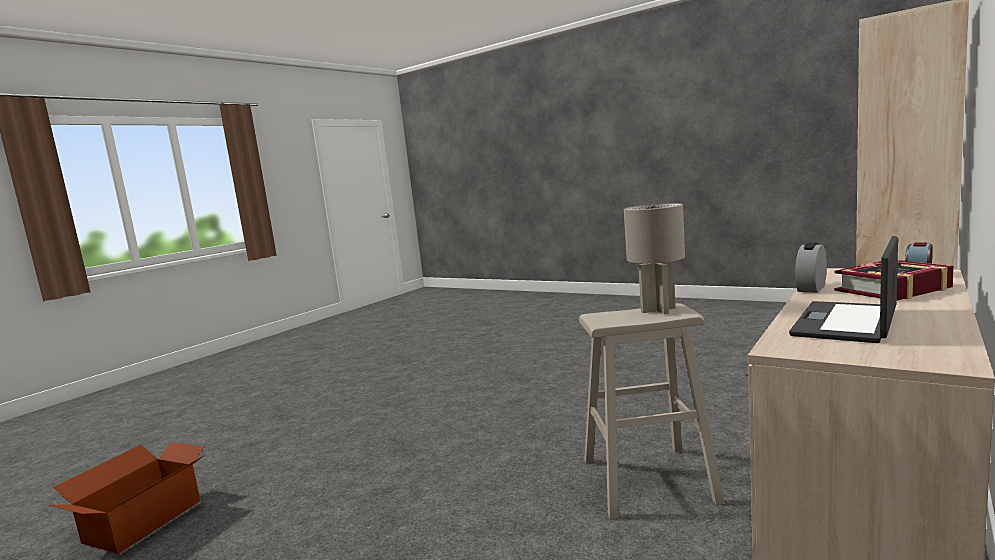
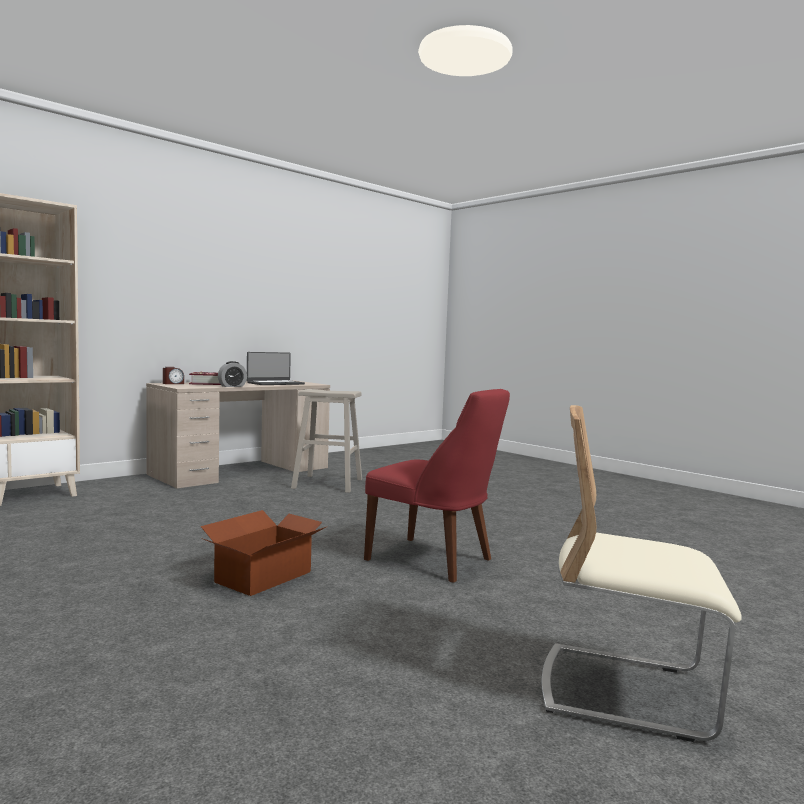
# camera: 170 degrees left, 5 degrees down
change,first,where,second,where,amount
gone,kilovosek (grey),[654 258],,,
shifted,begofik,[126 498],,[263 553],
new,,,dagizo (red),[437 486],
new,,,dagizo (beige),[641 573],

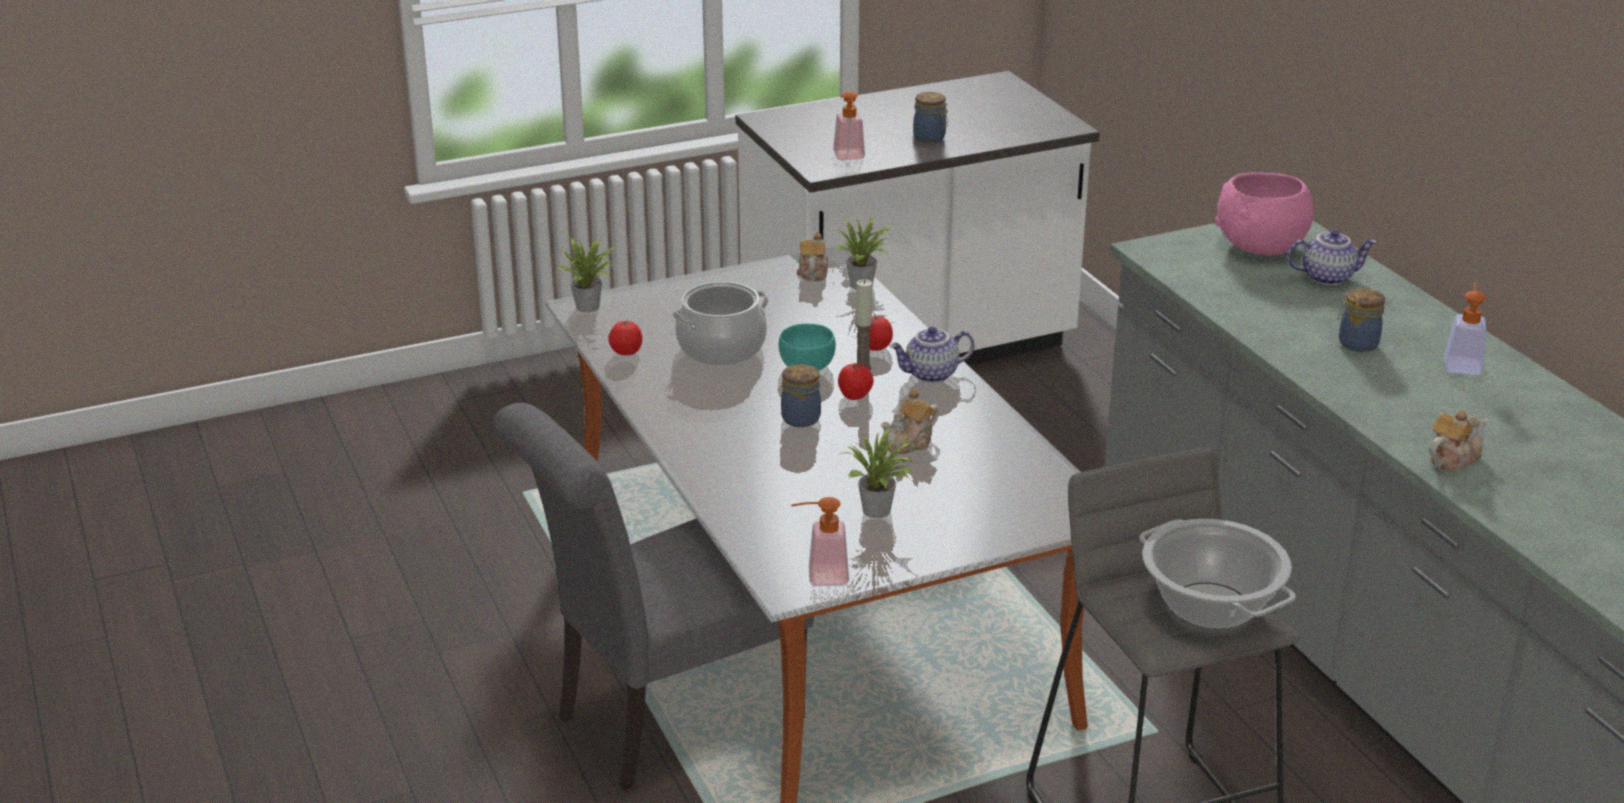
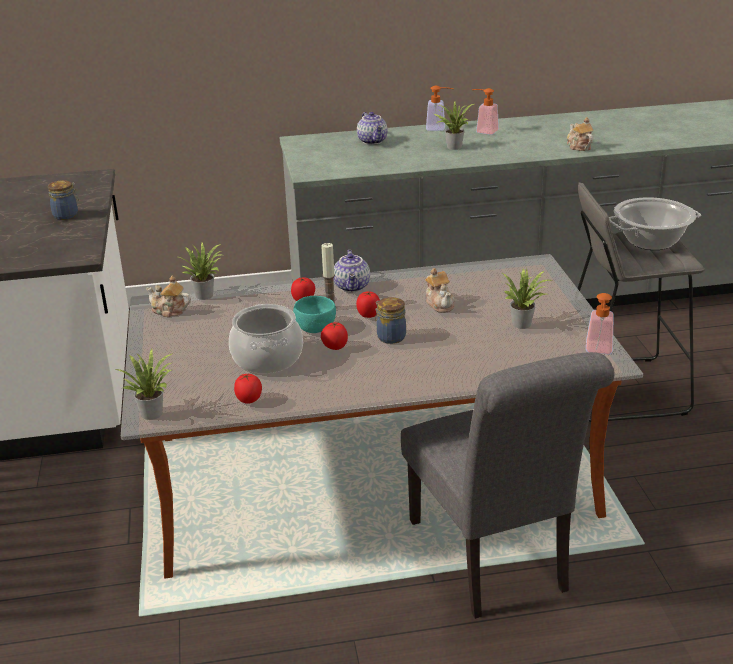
# camera: 75 degrees left, 0 degrees up
change,first,where,second,where,amount
shifted,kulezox,[849 125],,[440 108],
gone,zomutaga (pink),[1264 213],,,
rotated,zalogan,[1332 257],,[372 128],150 degrees clockwise
swapped,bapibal,[1361 320],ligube,[454 125],
new,,,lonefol,[334 336],

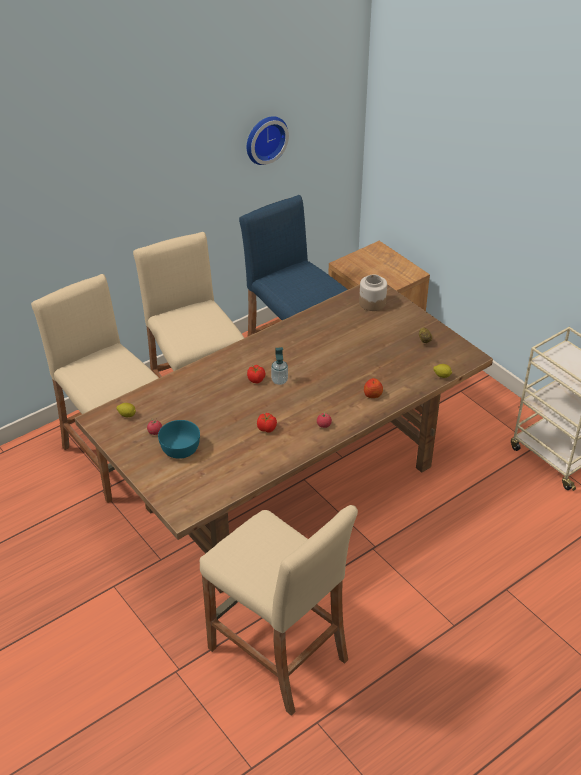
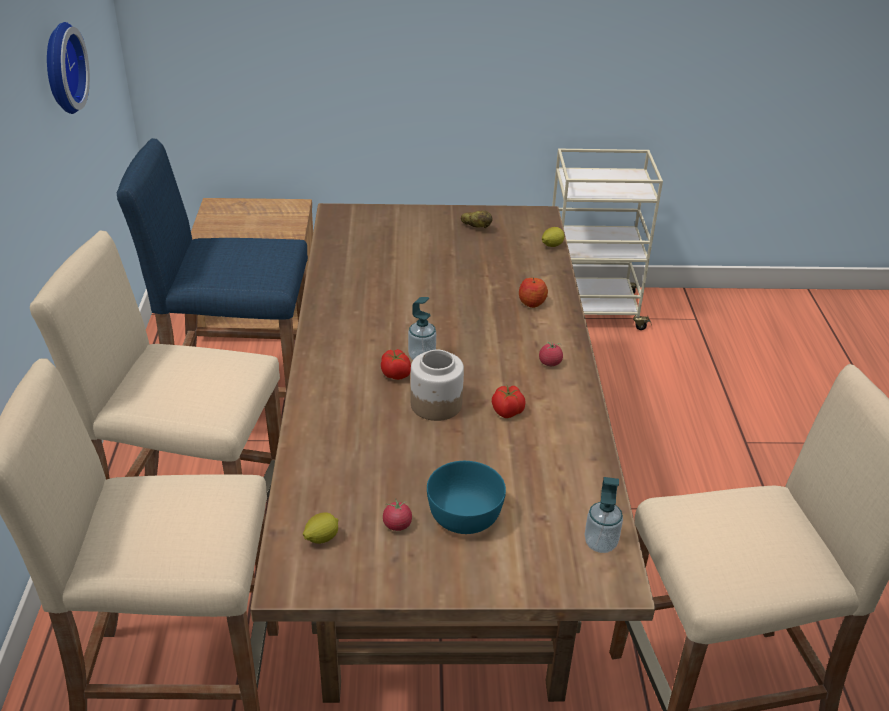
# camera: 55 degrees left, 5 degrees down
change,first,where,second,where,amount
shifted,bapibal,[373 292],,[437 385],
new,,,kulezox,[604 515],

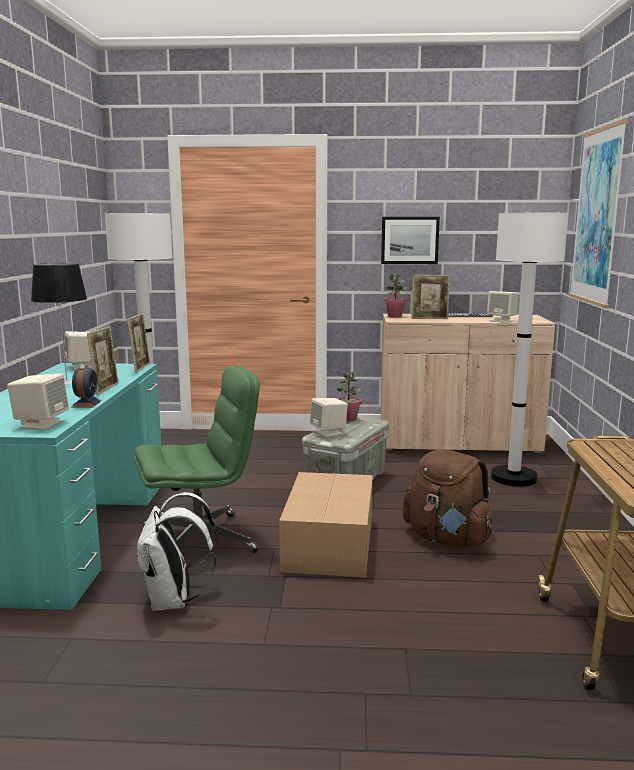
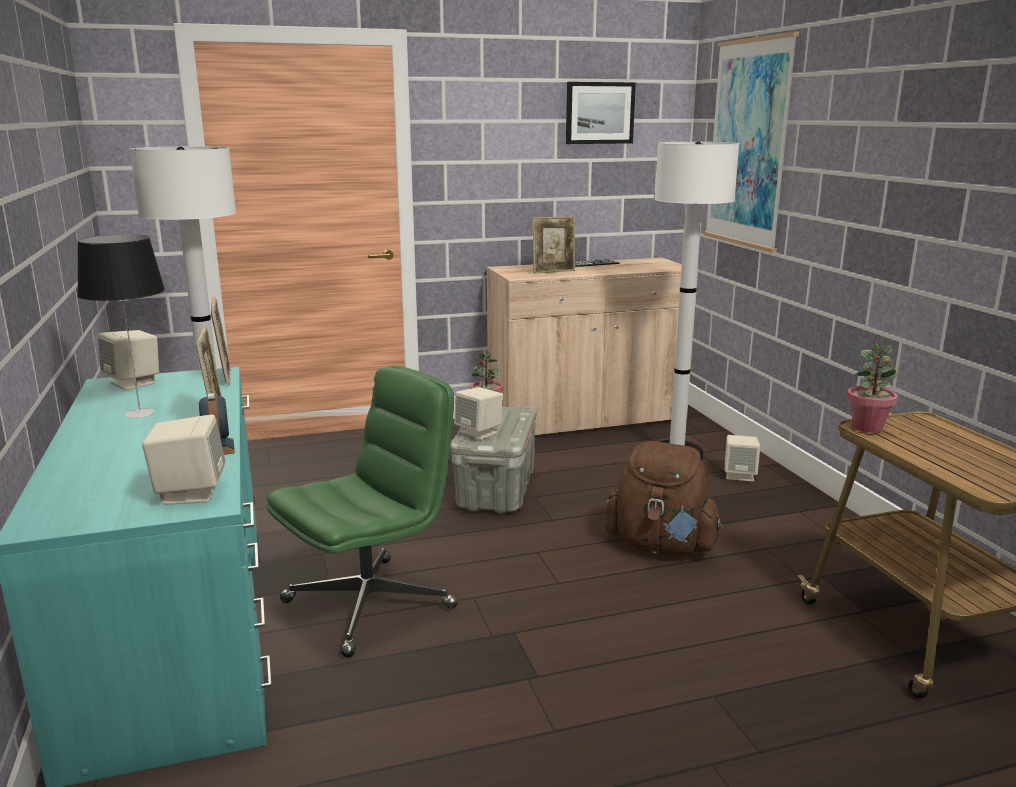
# camera: 20 degrees left, 5 degrees up
change,first,where,second,where,amount
shifted,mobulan,[410 240],,[601 113],
shifted,ligube,[395 295],,[872 388],
shifted,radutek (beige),[502 307],,[742 458],
gone,begofik,[326 524],,,
gone,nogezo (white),[177 551],,,

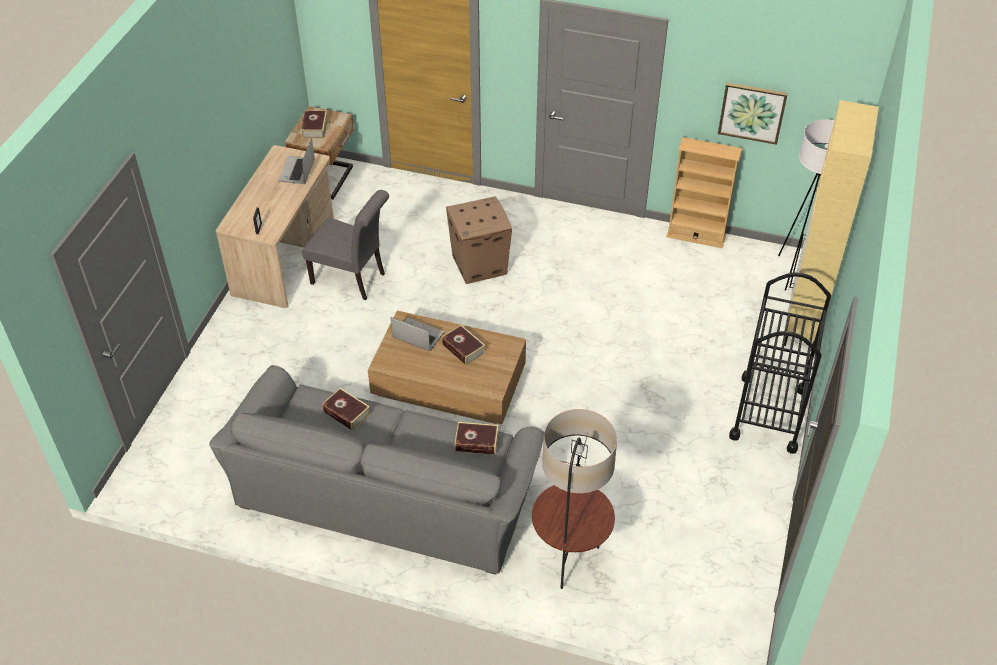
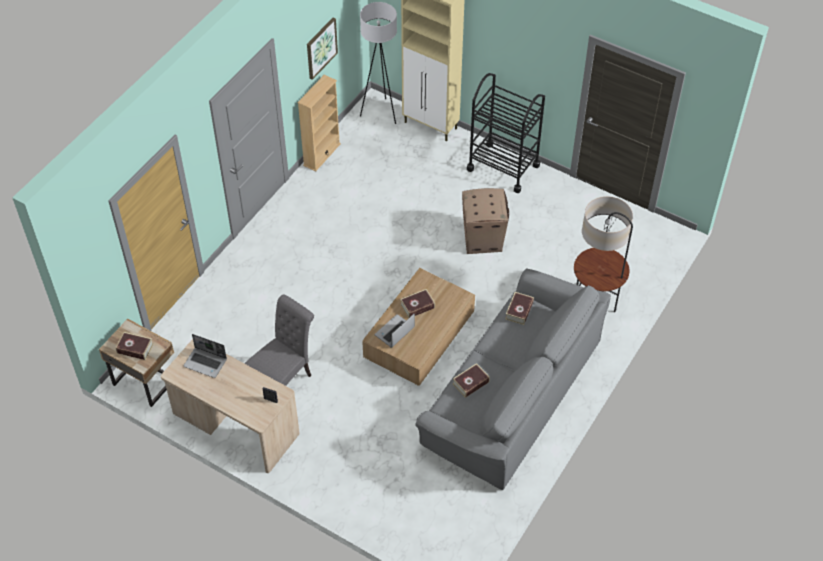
# camera: 75 degrees left, 5 degrees up
change,first,where,second,where,amount
shifted,begofik,[479 240],,[485 221],

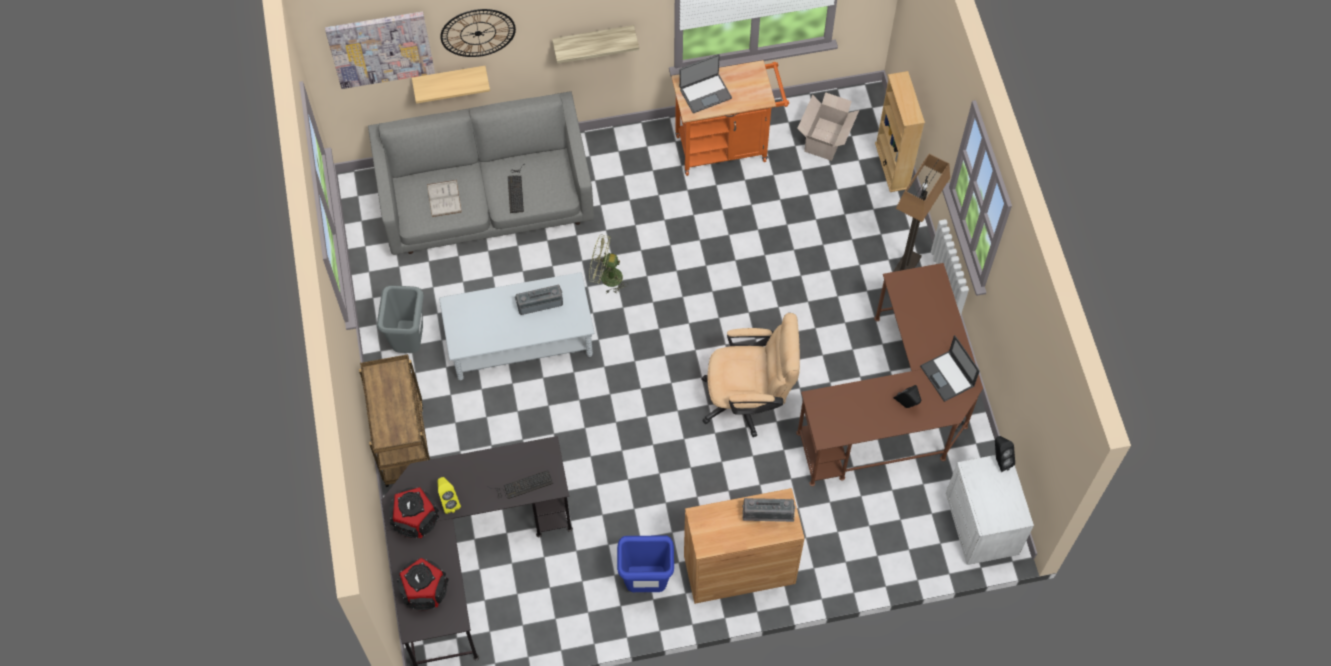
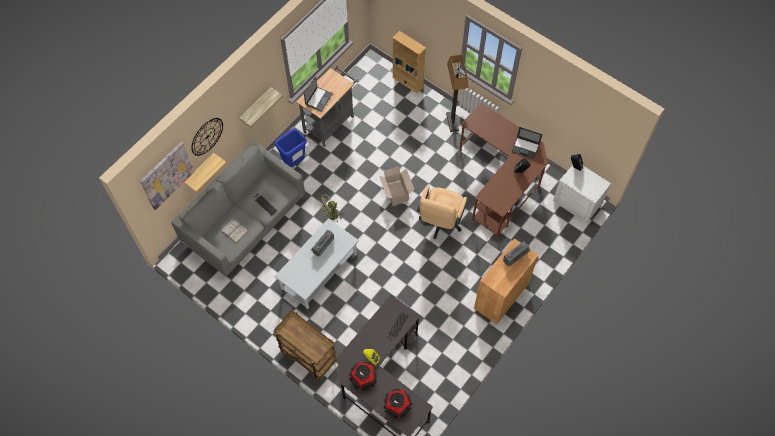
# camera: 40 degrees left, 0 degrees up
change,first,where,second,where,amount
repainted,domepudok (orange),[730 118],domepudok (grey),[327 106],
shifted,begofik,[828 126],,[396 186],
gone,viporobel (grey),[400 319],,,
rotated,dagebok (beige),[750 375],,[442 212],150 degrees clockwise
shifted,viporobel (blue),[645 563],,[291 148],

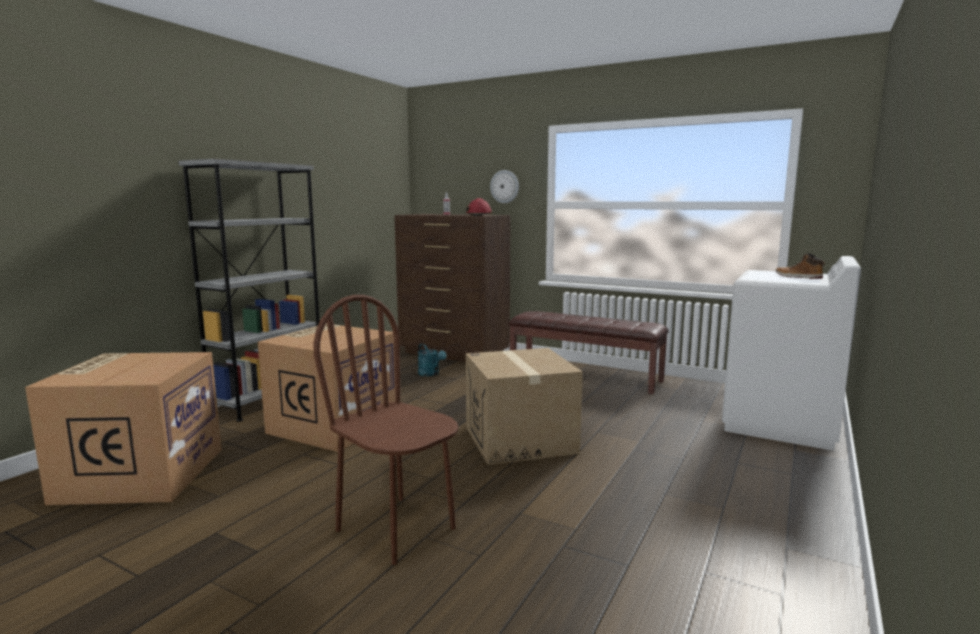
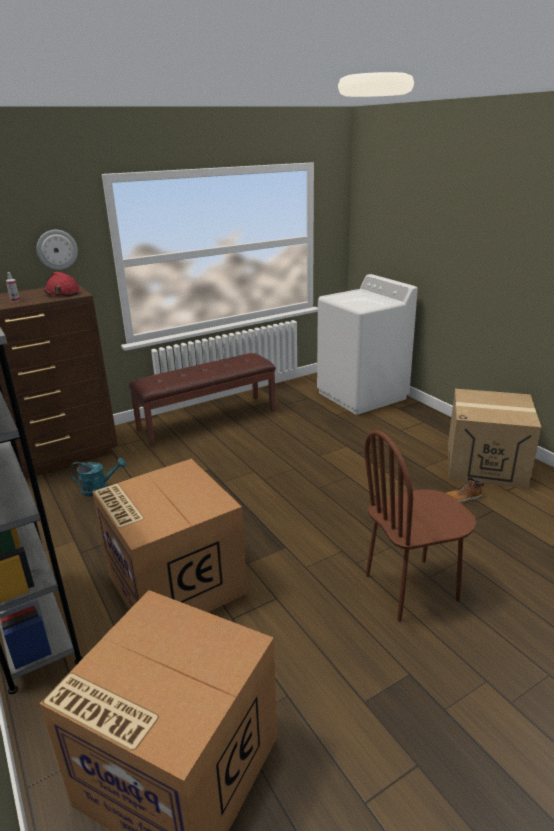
# camera: 60 degrees left, 15 degrees up
change,first,where,second,where,amount
shifted,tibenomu,[800 266],,[465 490],
shifted,begofik,[524 406],,[495 439],

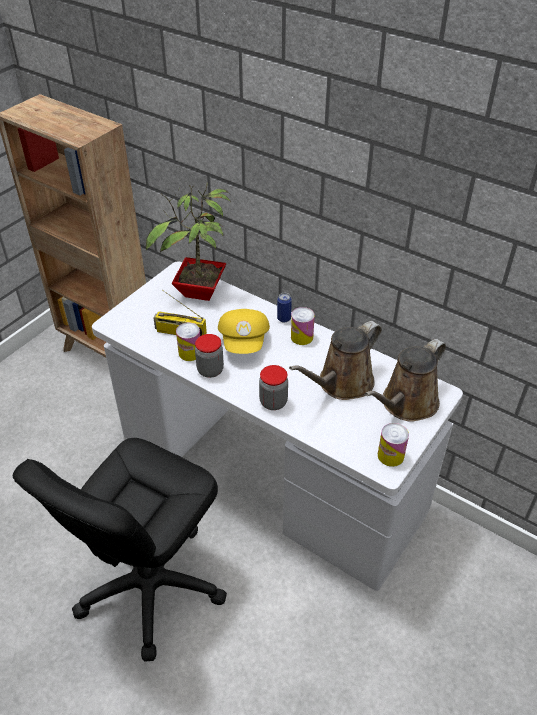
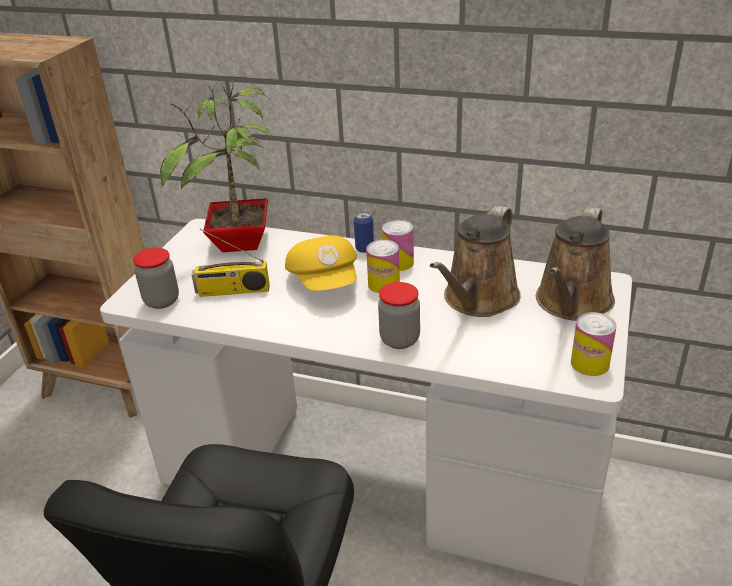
# camera: 15 degrees left, 10 degrees down
change,first,where,second,where,amount
shifted,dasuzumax,[188 342],,[383 266],
shifted,bapibal,[209 356],,[156 278],

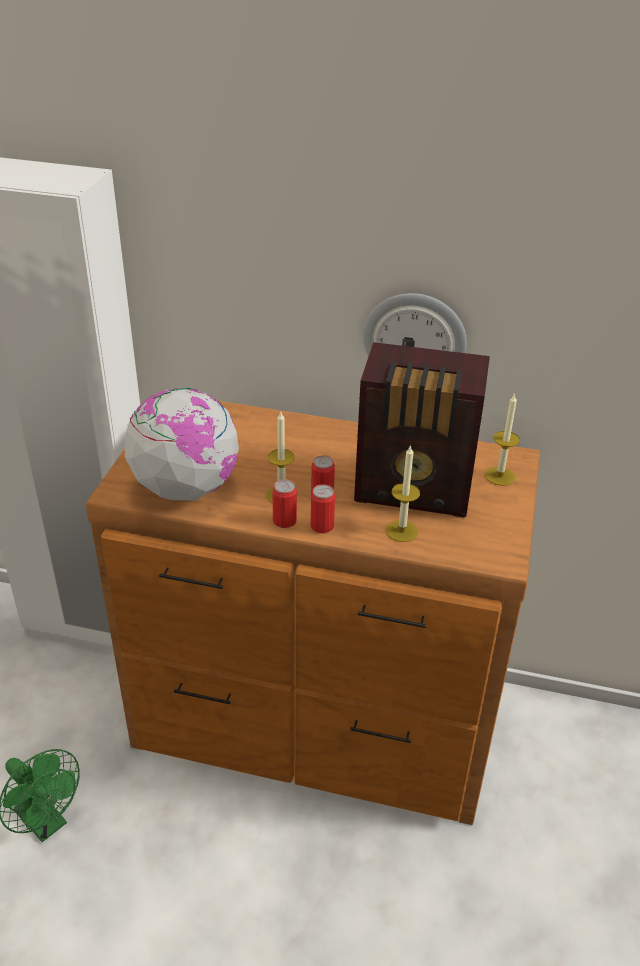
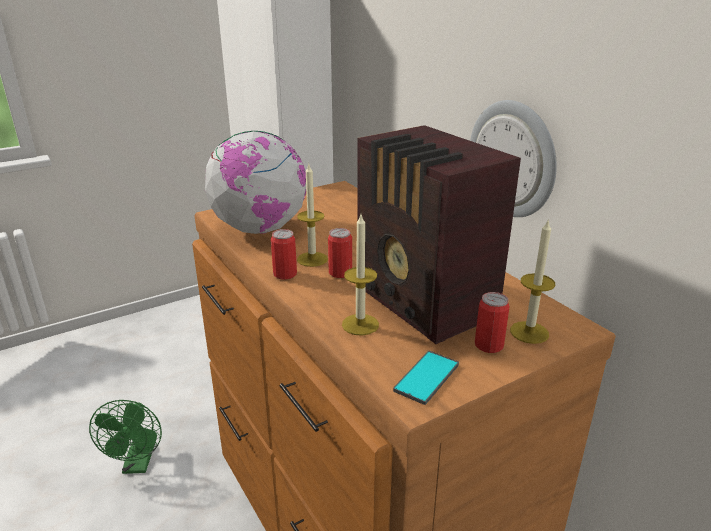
# camera: 45 degrees right, 10 degrees down
change,first,where,second,where,amount
shifted,dasuzumax,[323 508],,[492 322],
new,,,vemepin,[426 378],

